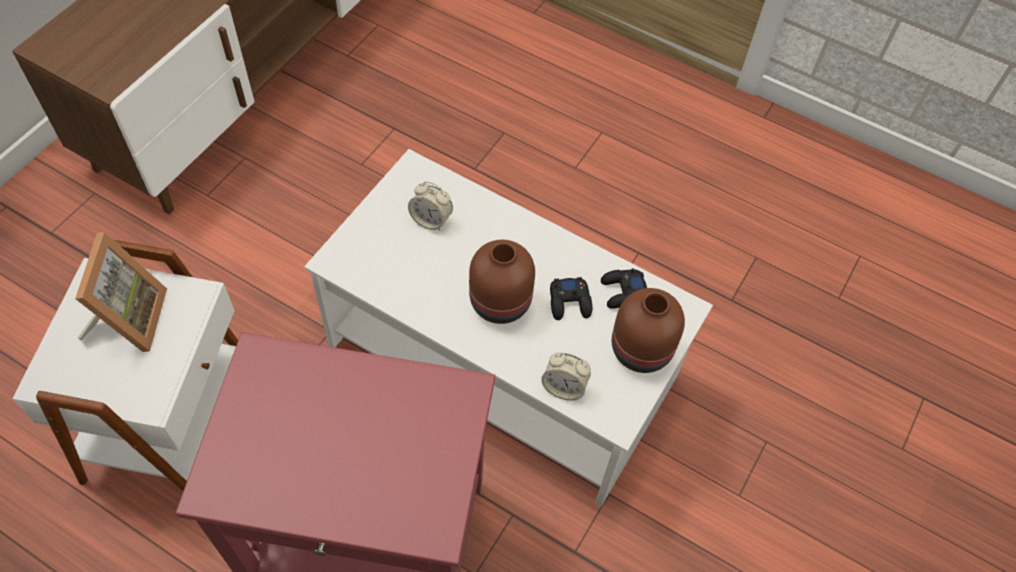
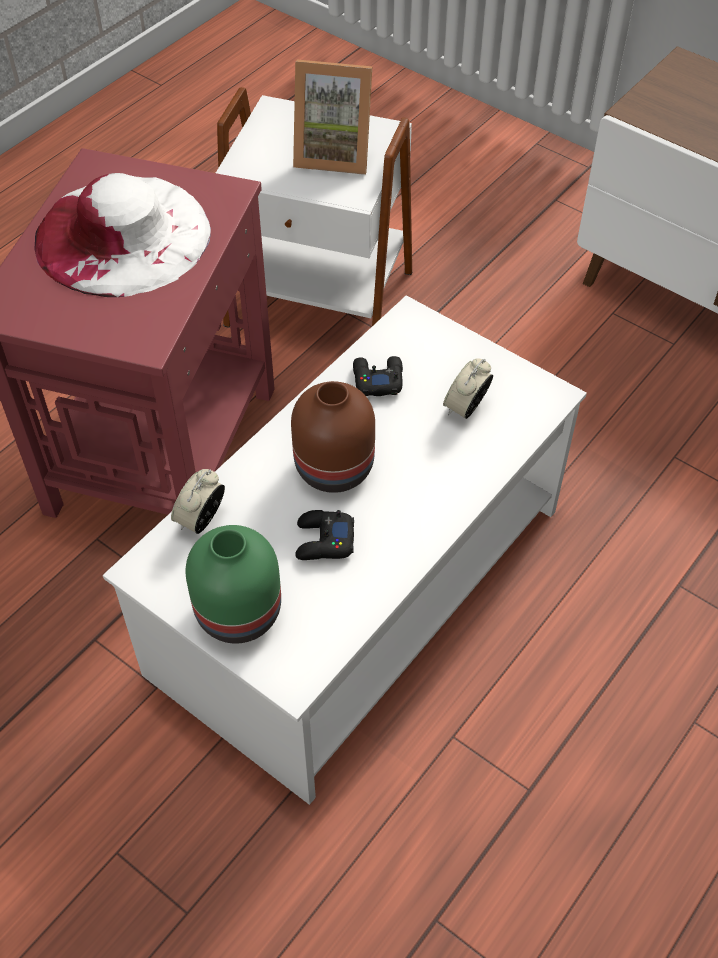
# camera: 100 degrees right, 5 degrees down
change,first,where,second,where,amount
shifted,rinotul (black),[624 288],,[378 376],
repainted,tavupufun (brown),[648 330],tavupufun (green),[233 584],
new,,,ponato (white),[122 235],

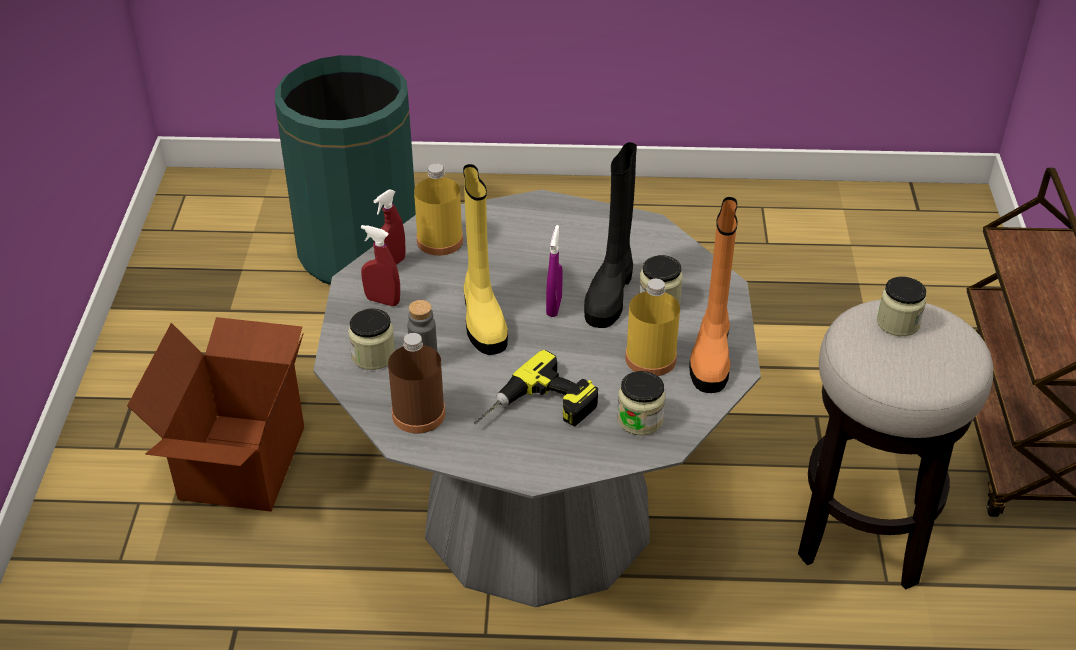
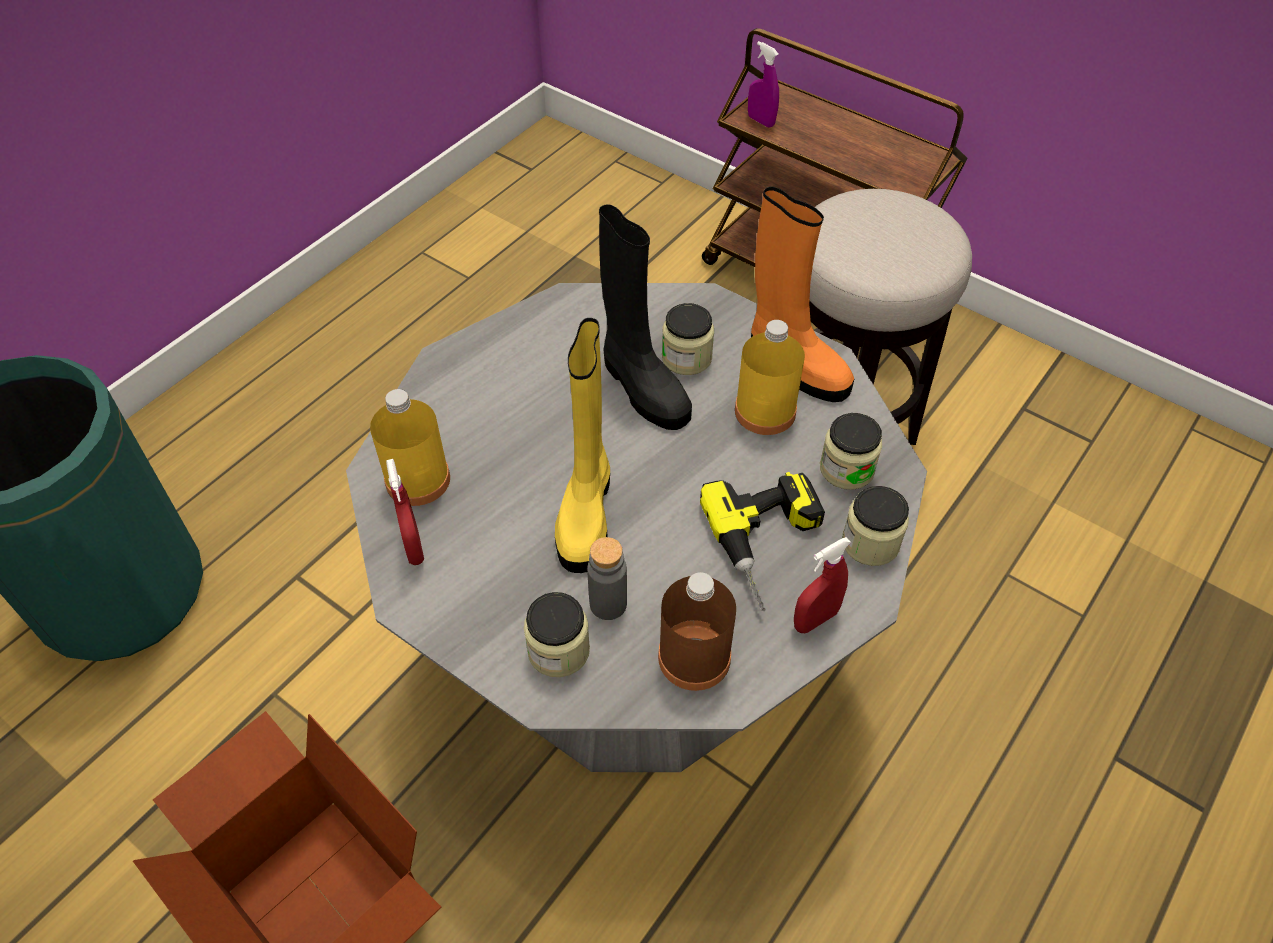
# camera: 55 degrees left, 10 degrees up
change,first,where,second,where,amount
rotated,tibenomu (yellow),[485 259],,[582 445],75 degrees clockwise
shifted,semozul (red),[380 265],,[822 585],
shifted,semozul (purple),[554 271],,[763 84],
shifted,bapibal,[901 306],,[875 526],

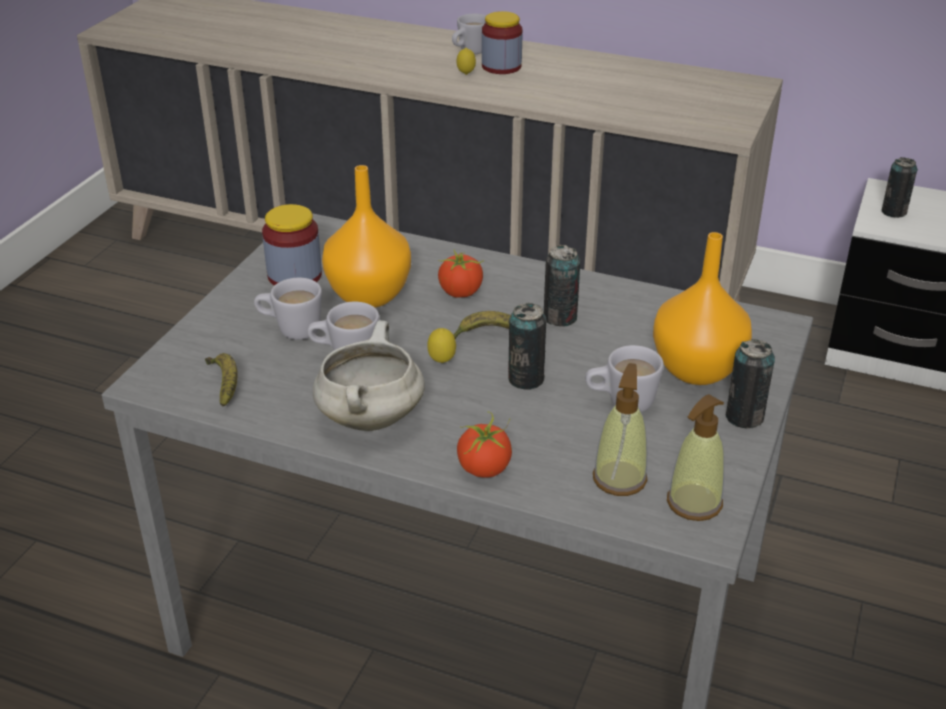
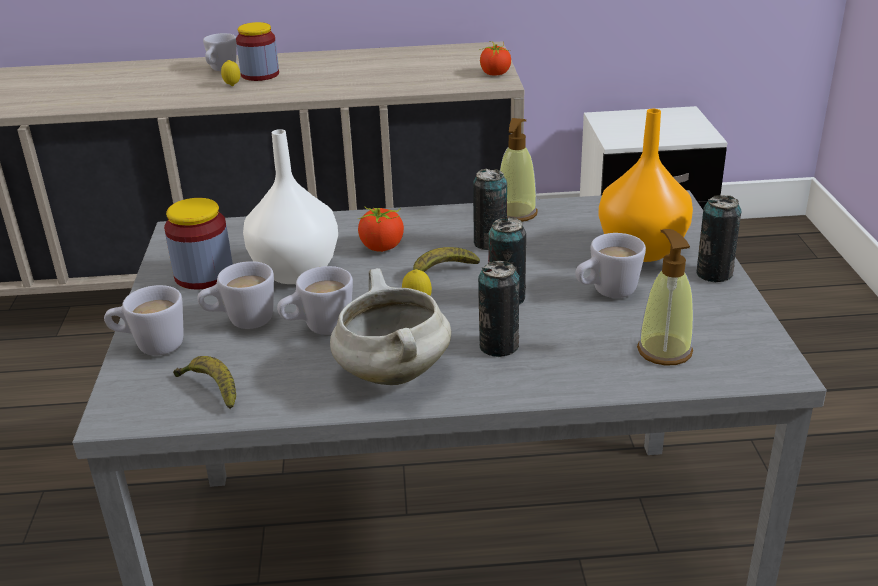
# camera: 25 degrees left, 5 degrees down
change,first,where,second,where,amount
shifted,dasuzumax,[899 187],,[498 309],
repainted,tavupufun (orange),[366 236],tavupufun (white),[290 206],
shifted,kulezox,[695 457],,[519 170],
shifted,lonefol,[484 444],,[495 57],
new,,,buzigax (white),[143 320],

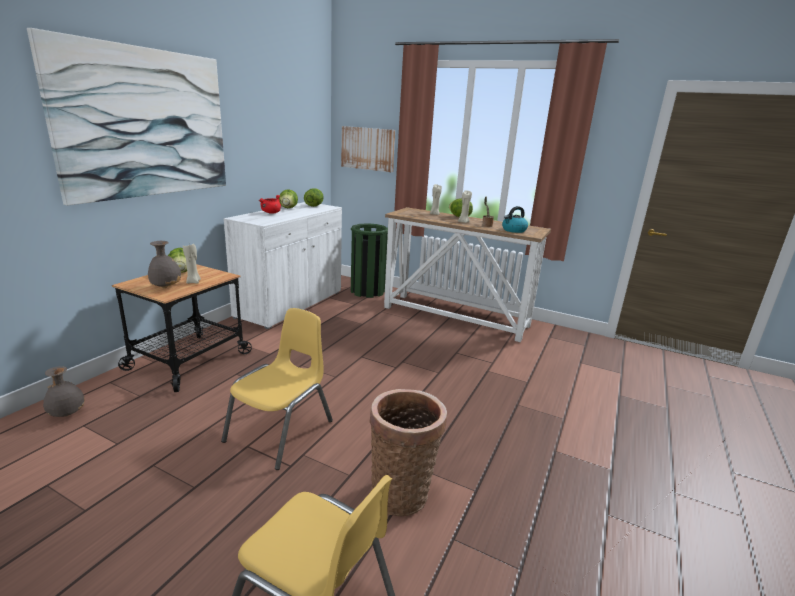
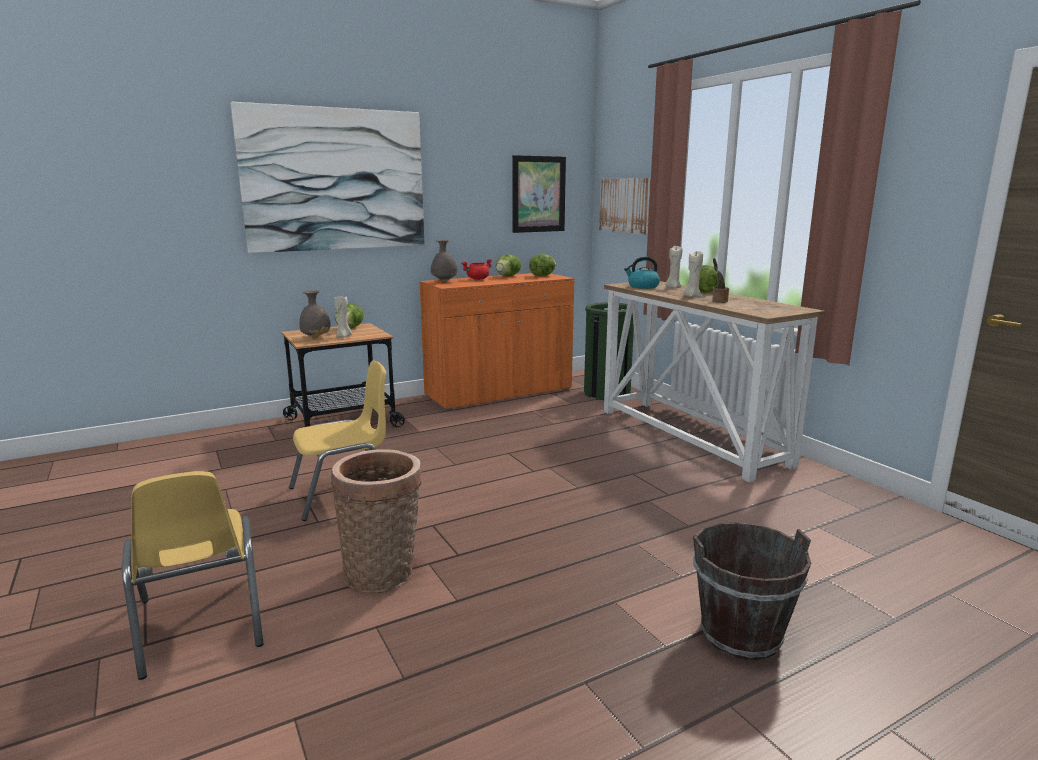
# camera: 35 degrees right, 5 degrees down
change,first,where,second,where,amount
repainted,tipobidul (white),[282 265],tipobidul (orange),[496 342],
shifted,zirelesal,[515 219],,[642 273],
shifted,tavupufun (grey),[64 391],,[444 261],
new,,,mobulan,[539 194],
new,,,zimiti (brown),[752 591],

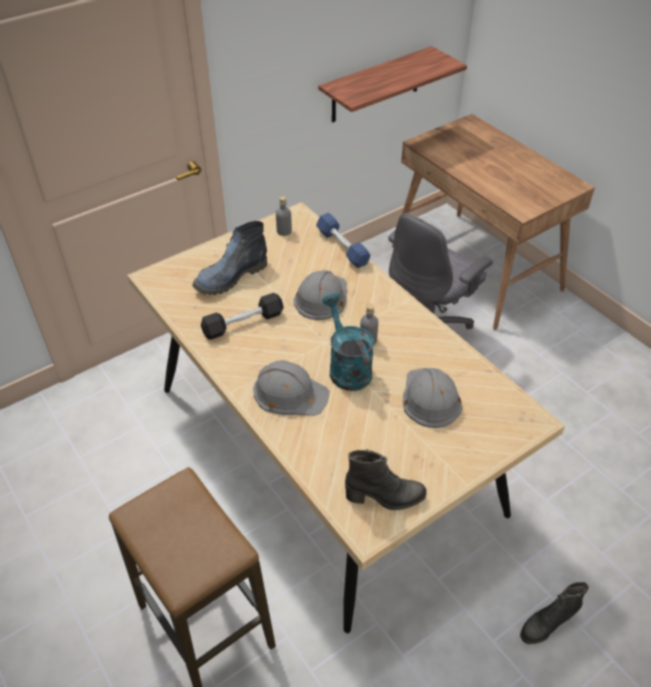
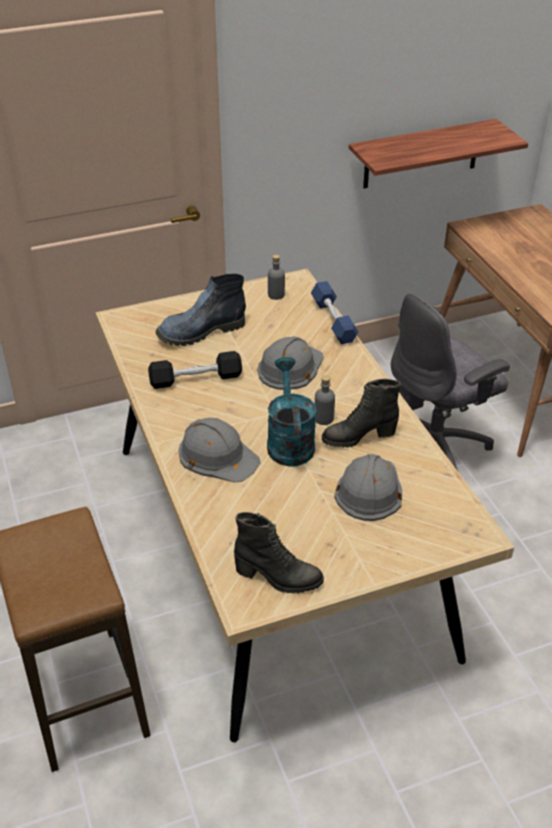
# camera: 15 degrees right, 5 degrees down
change,first,where,second,where,amount
shifted,tibenomu (black),[554 613],,[361 413],

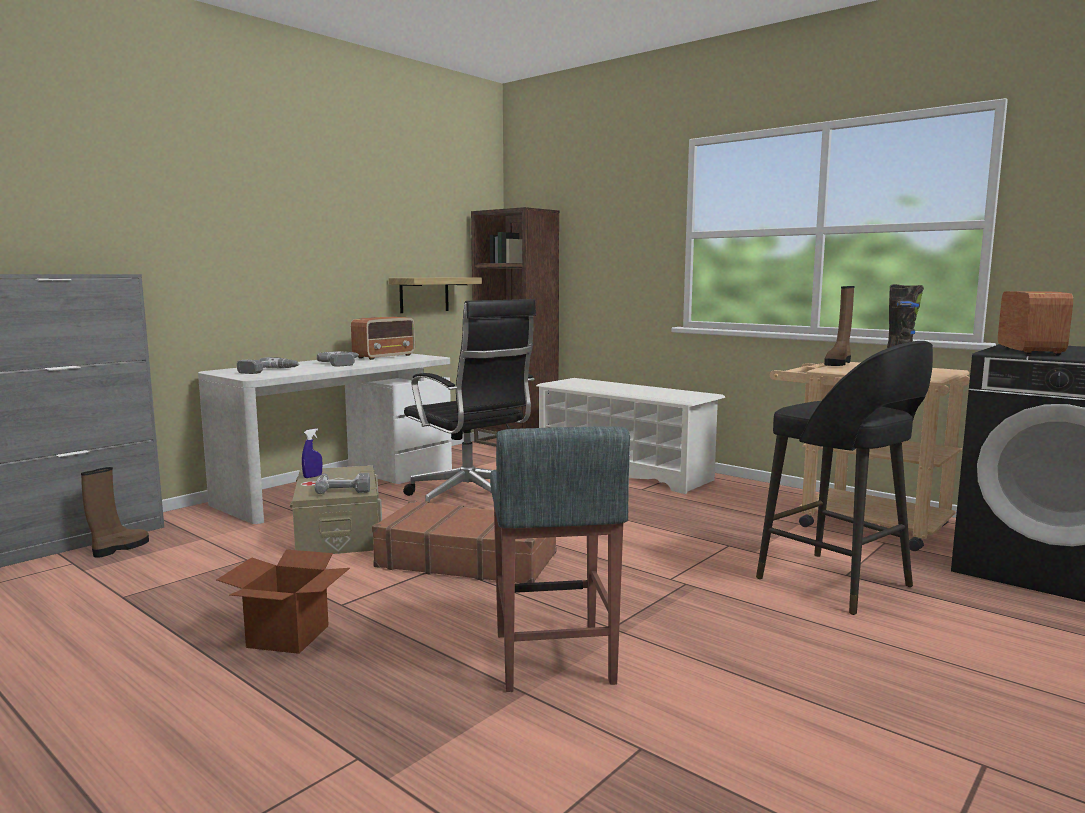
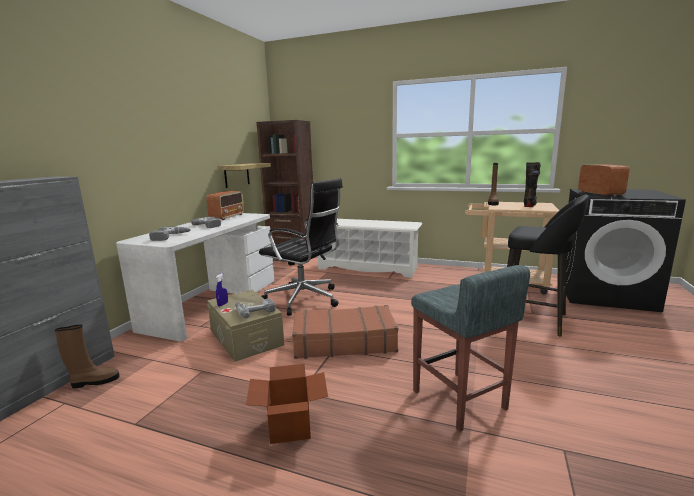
# camera: 20 degrees left, 5 degrees up
change,first,where,second,where,amount
rotated,tibenomu (brown),[115 512],,[87 356],60 degrees clockwise

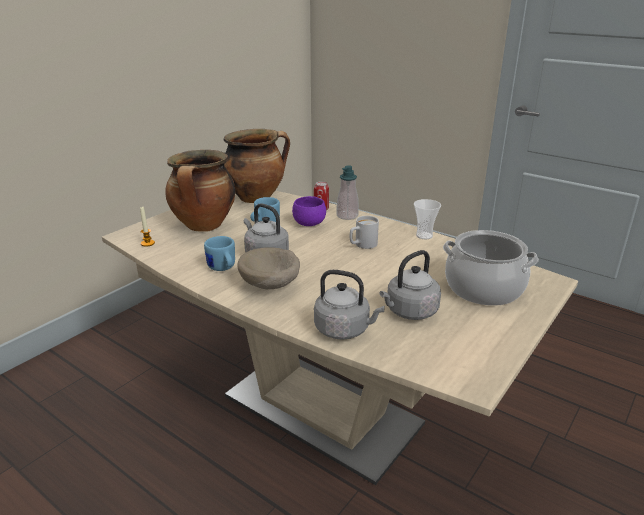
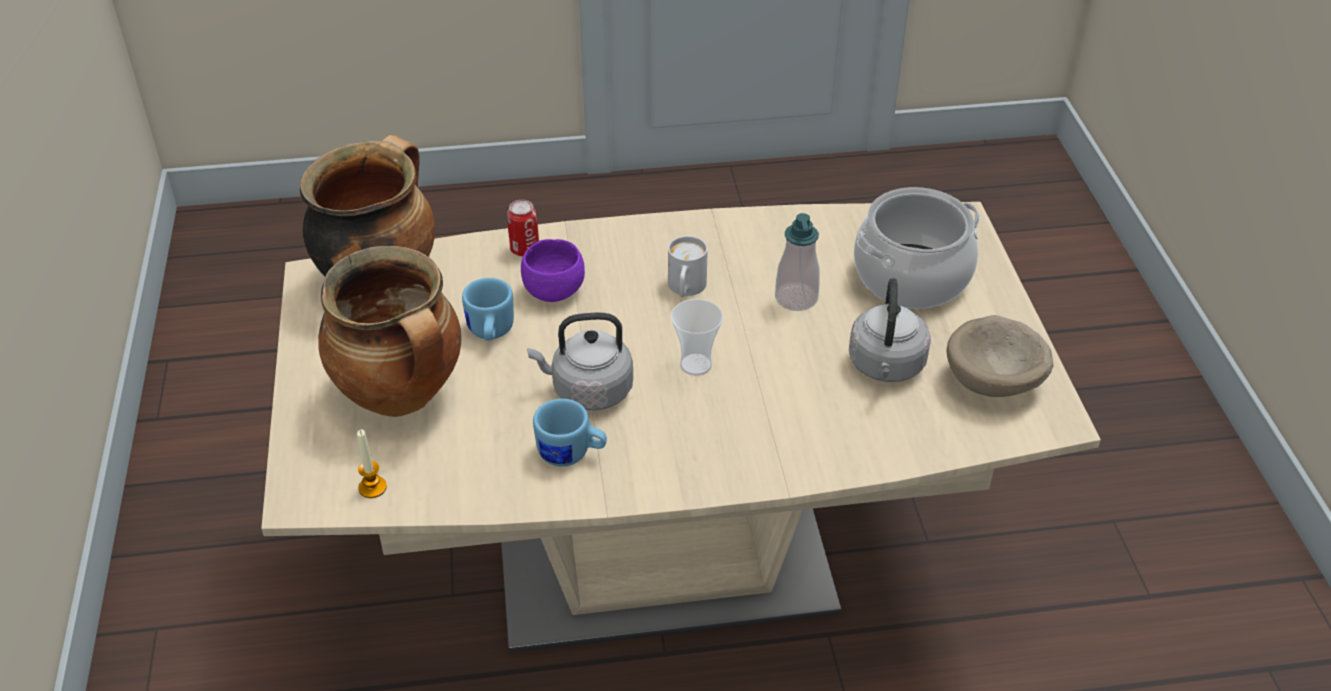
# camera: 45 degrees left, 15 degrees up
change,first,where,second,where,amount
shifted,kulezox,[347 192],,[797 262],
shifted,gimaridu,[427 219],,[697 337],
shifted,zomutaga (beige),[268 268],,[999 356],
gone,zirelesal (grey),[349 305],,,

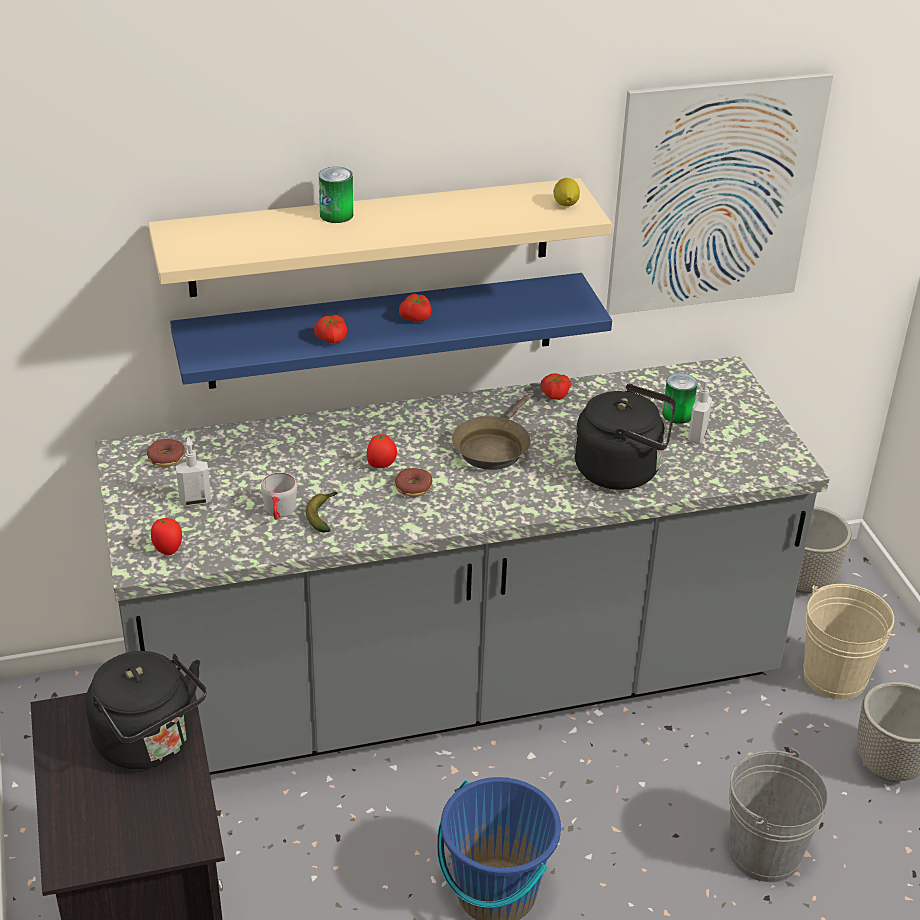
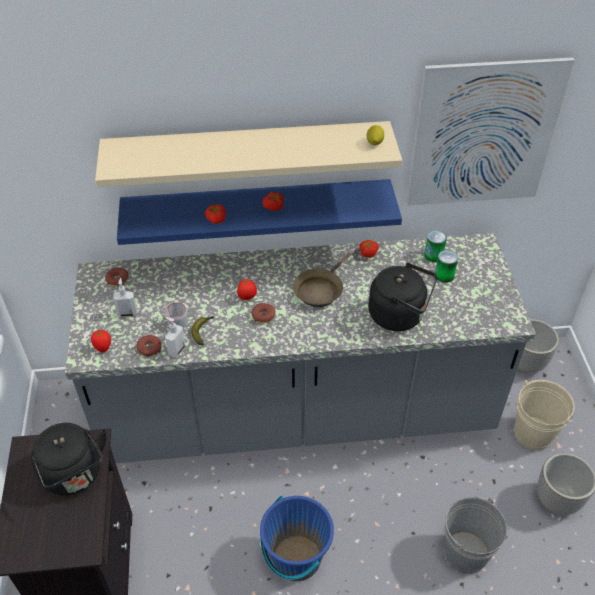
# camera: 10 degrees right, 10 degrees up
change,first,where,second,where,amount
shifted,dasuzumax,[336 195],,[435 246],
shifted,kulezox,[700 411],,[175 337],
new,,,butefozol,[149 346],

